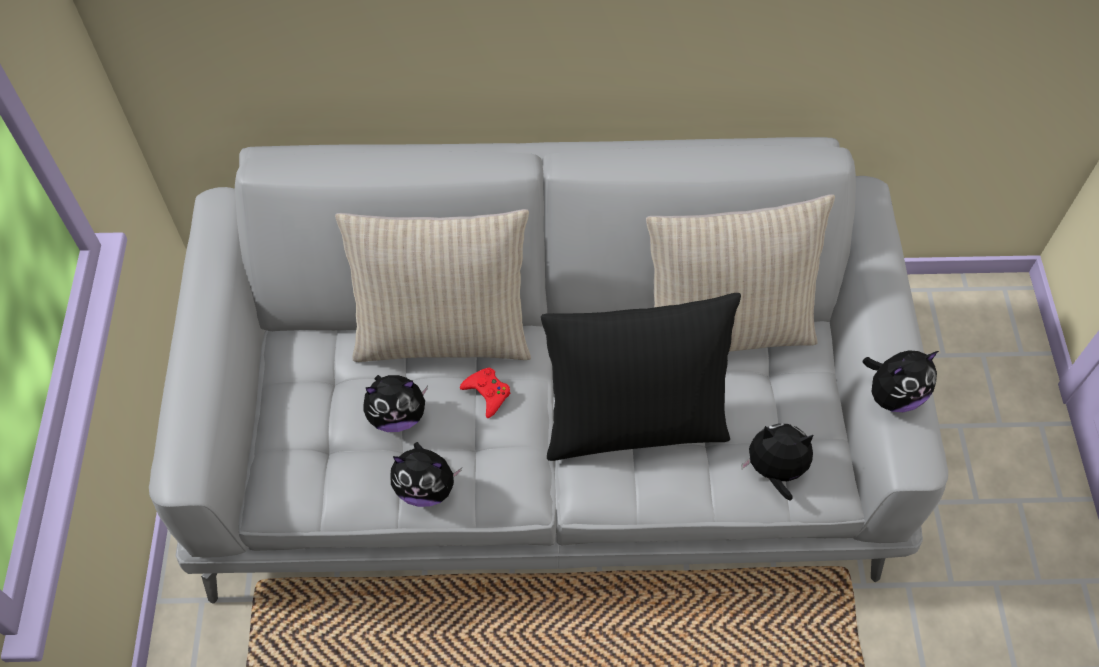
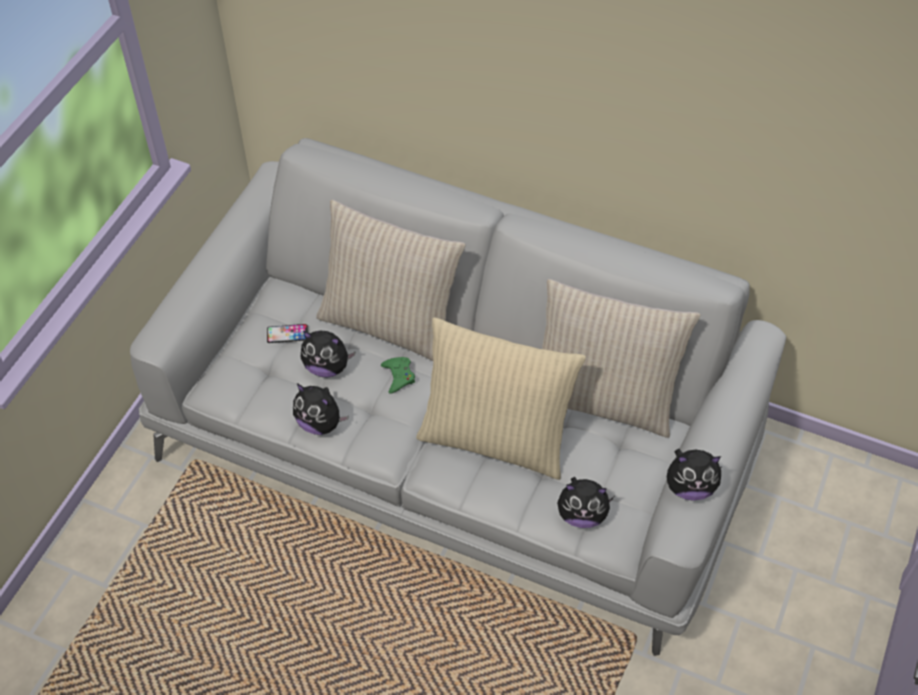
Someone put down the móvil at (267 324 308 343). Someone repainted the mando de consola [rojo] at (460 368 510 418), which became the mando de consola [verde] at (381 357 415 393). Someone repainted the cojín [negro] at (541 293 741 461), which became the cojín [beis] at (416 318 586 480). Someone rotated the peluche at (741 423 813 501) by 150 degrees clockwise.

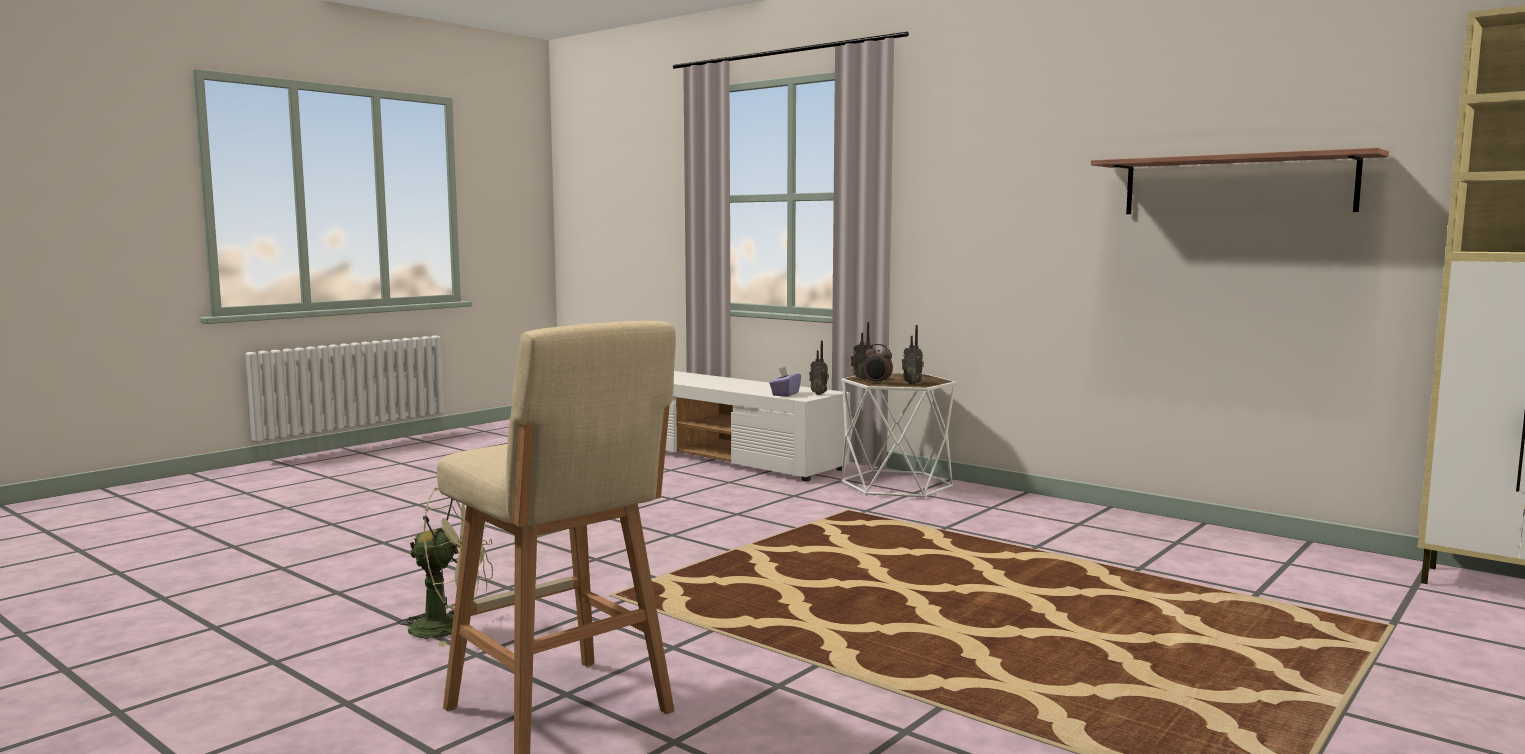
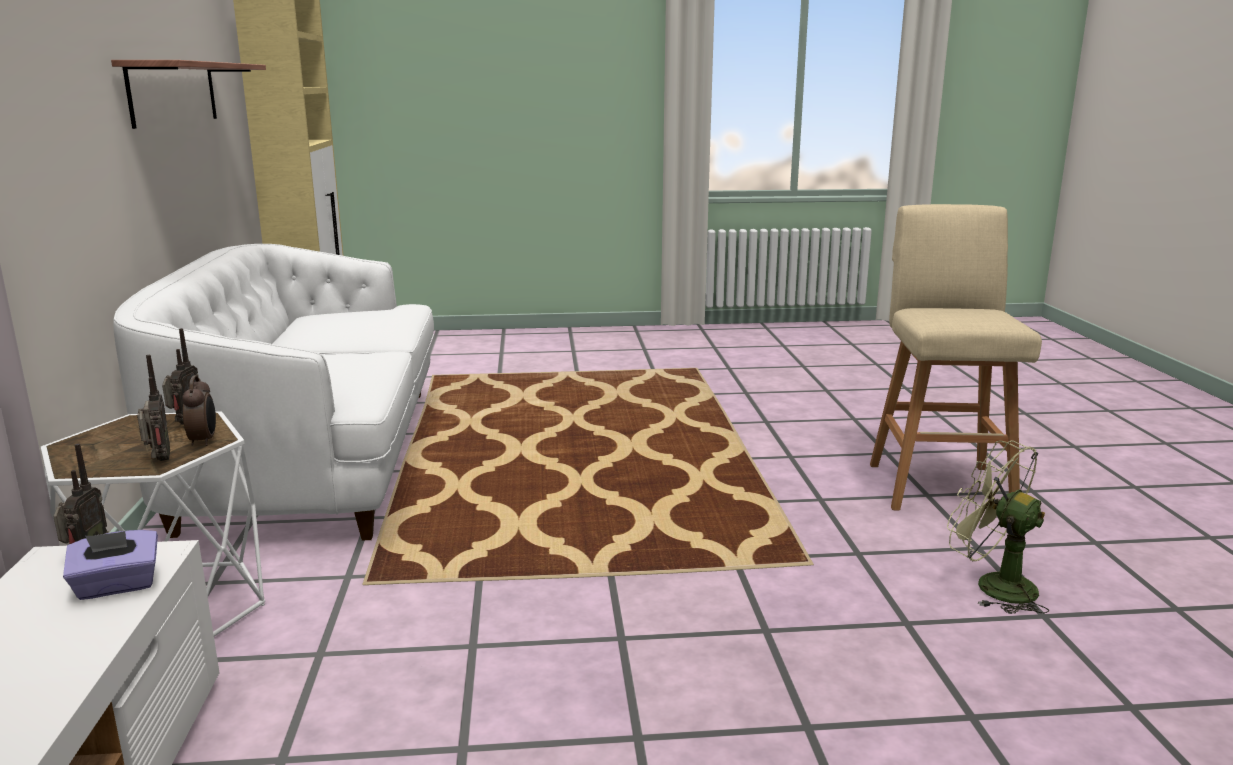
Someone put down the sofá [blanco] at (113 244 434 541).

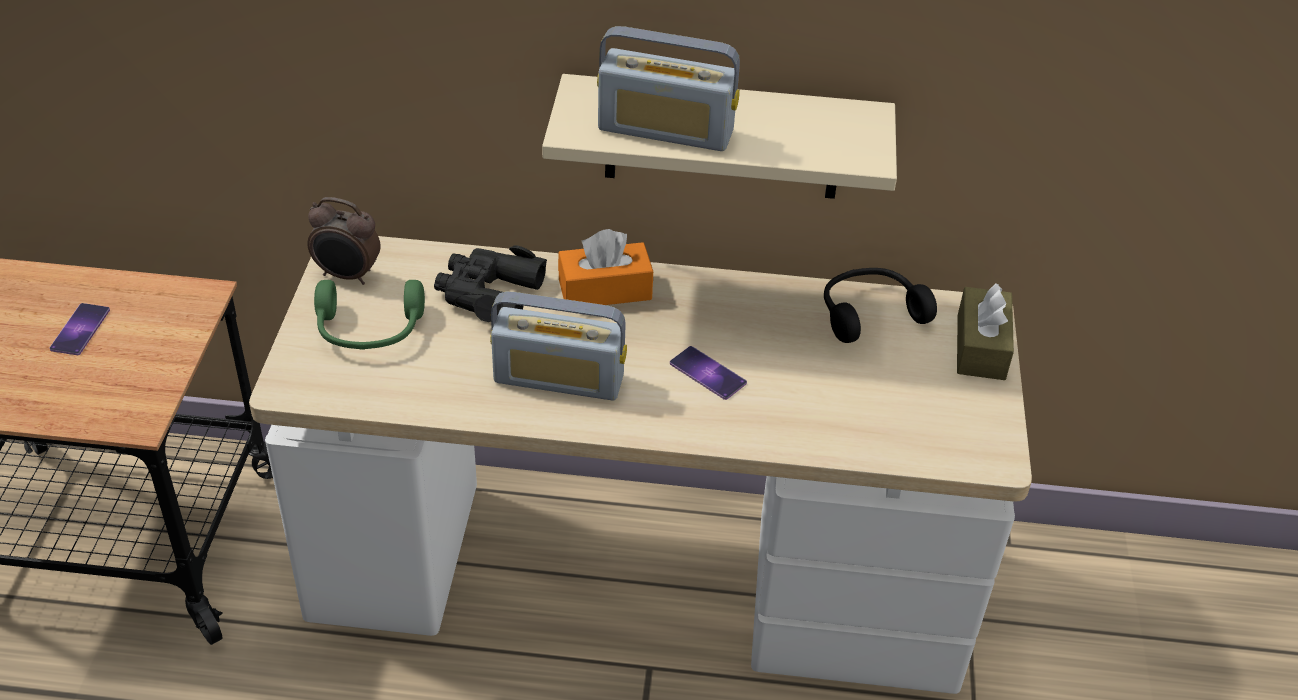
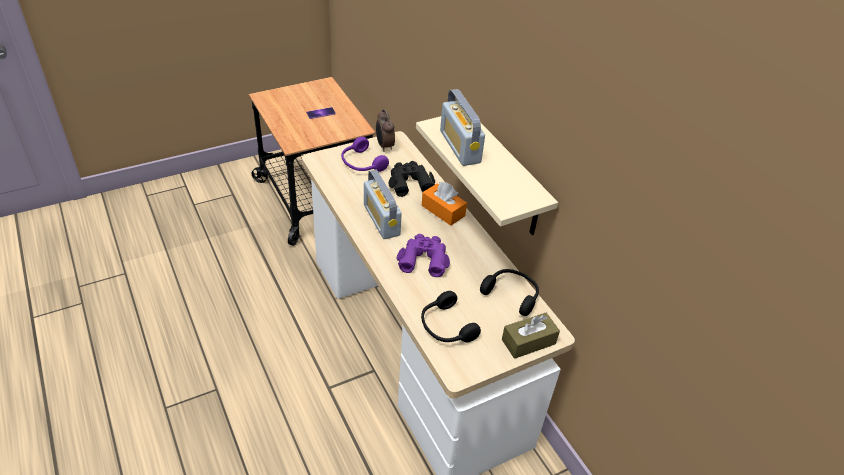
Someone repainted the auriculares [verde] at (314 280 425 350), which became the auriculares [morado] at (341 137 389 172). Someone swapped the móvil at (670 346 747 400) for the prismáticos [morado] at (397 234 450 277). Someone put down the auriculares [negro] at (421 291 481 342).

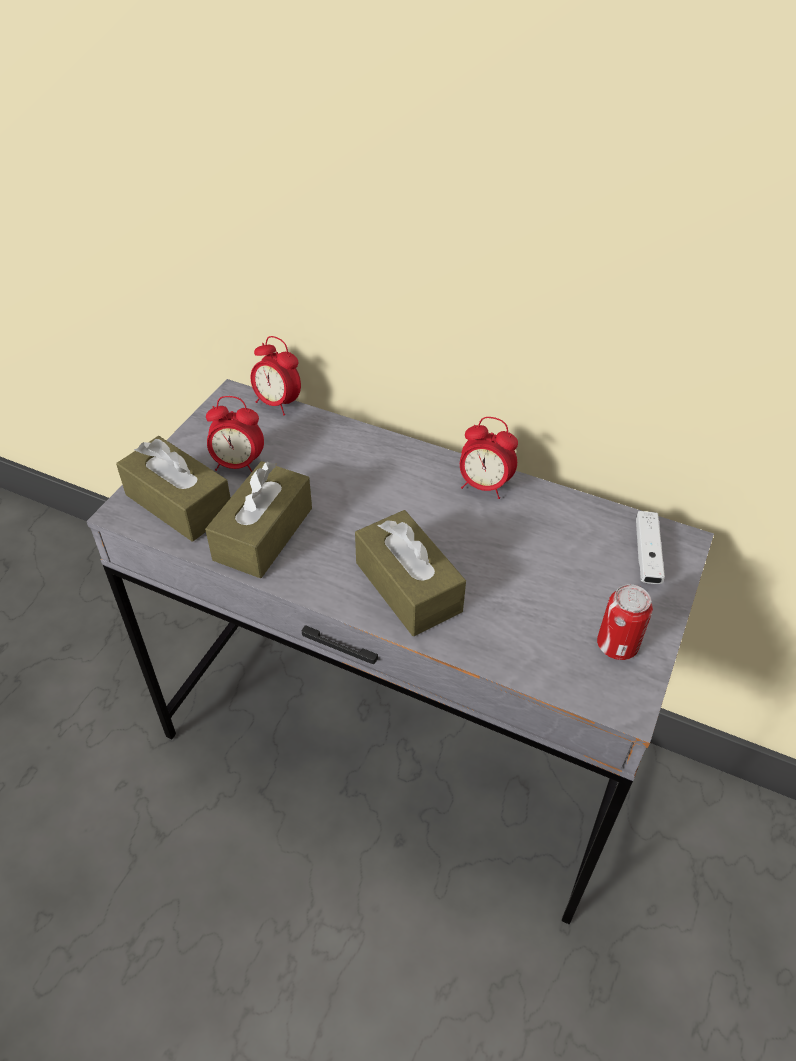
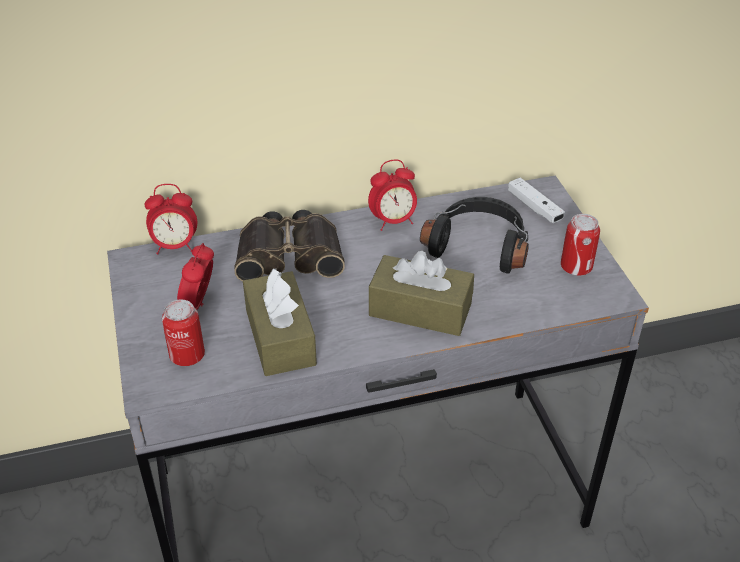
Someone swapped the caja de pañuelos [marrón] at (116 436 231 542) for the lata at (162 299 205 366). Someone rotated the despertador at (206 396 264 472) by 135 degrees clockwise. Someone put down the prismáticos at (234 210 345 282). Someone put down the auriculares [negro] at (420 197 529 274).

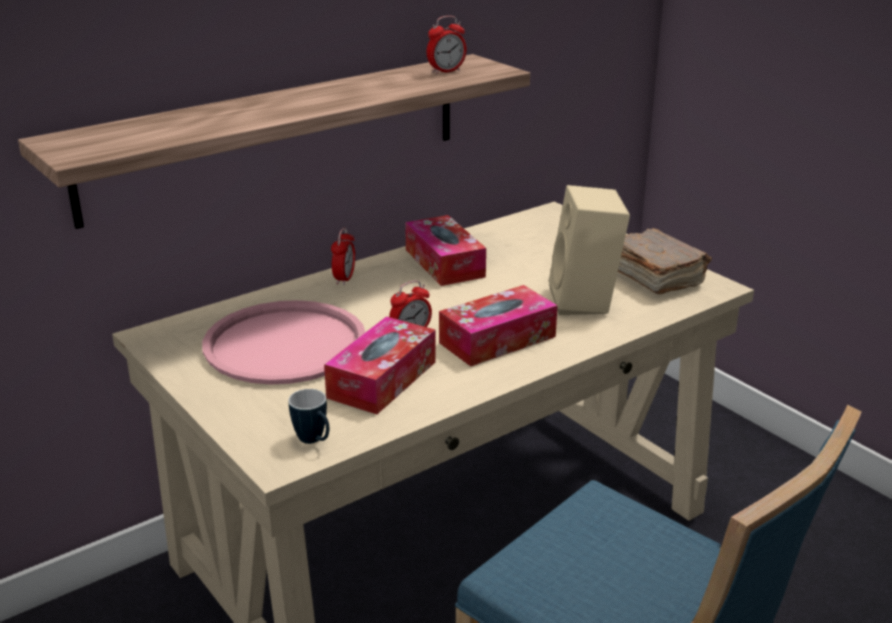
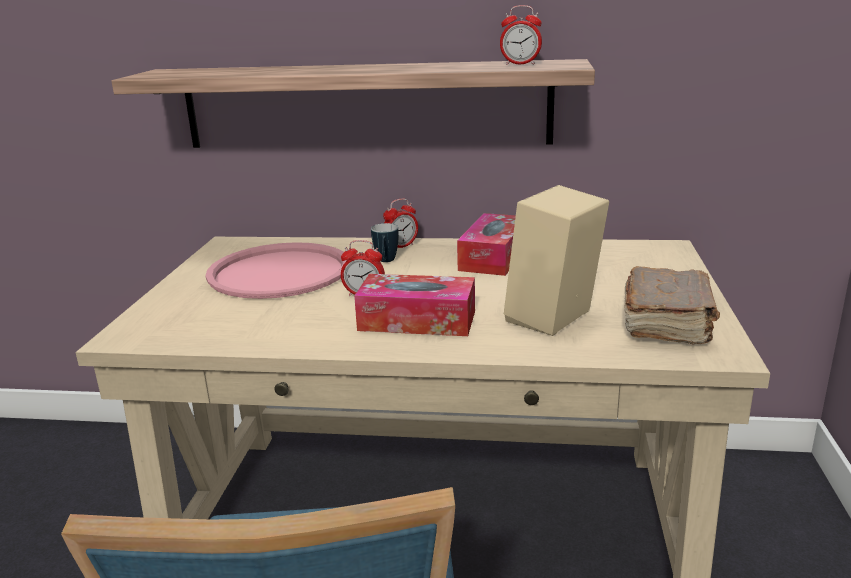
Someone carried the taza grande from (289 389 329 444) to (371 223 399 262). Someone took away the caja de pañuelos at (324 316 436 414).

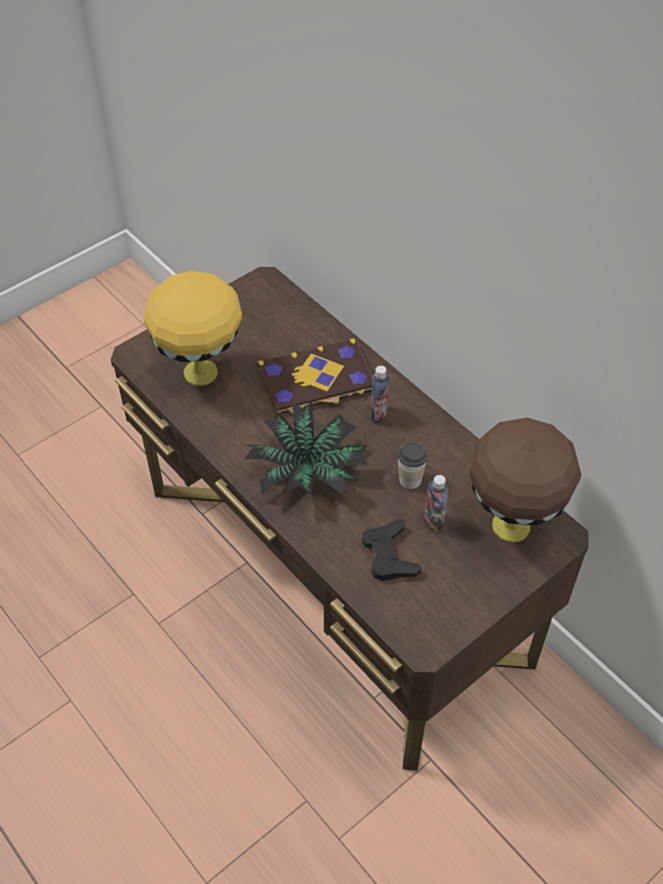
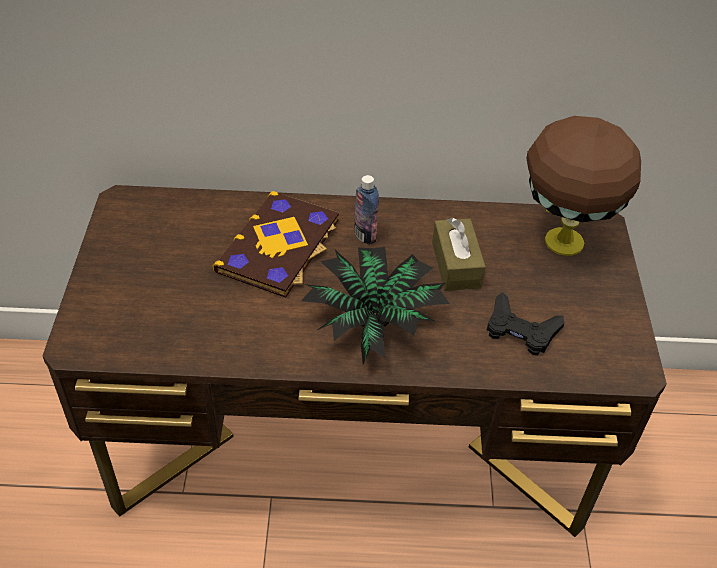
Someone swapped the taza at (398 442 428 489) for the caja de pañuelos [marrón] at (432 218 486 291). Someone took away the lámpara de mesa [amarillo] at (144 271 242 386). Someone took away the botella at (424 475 448 532).

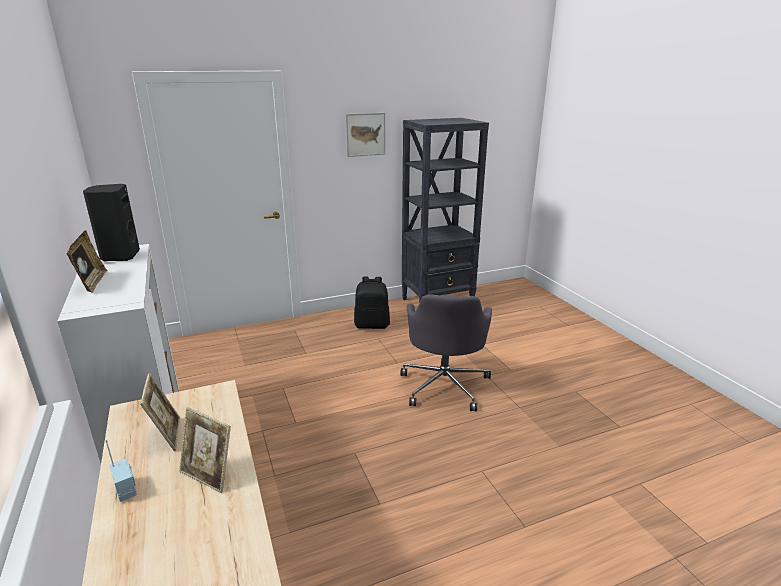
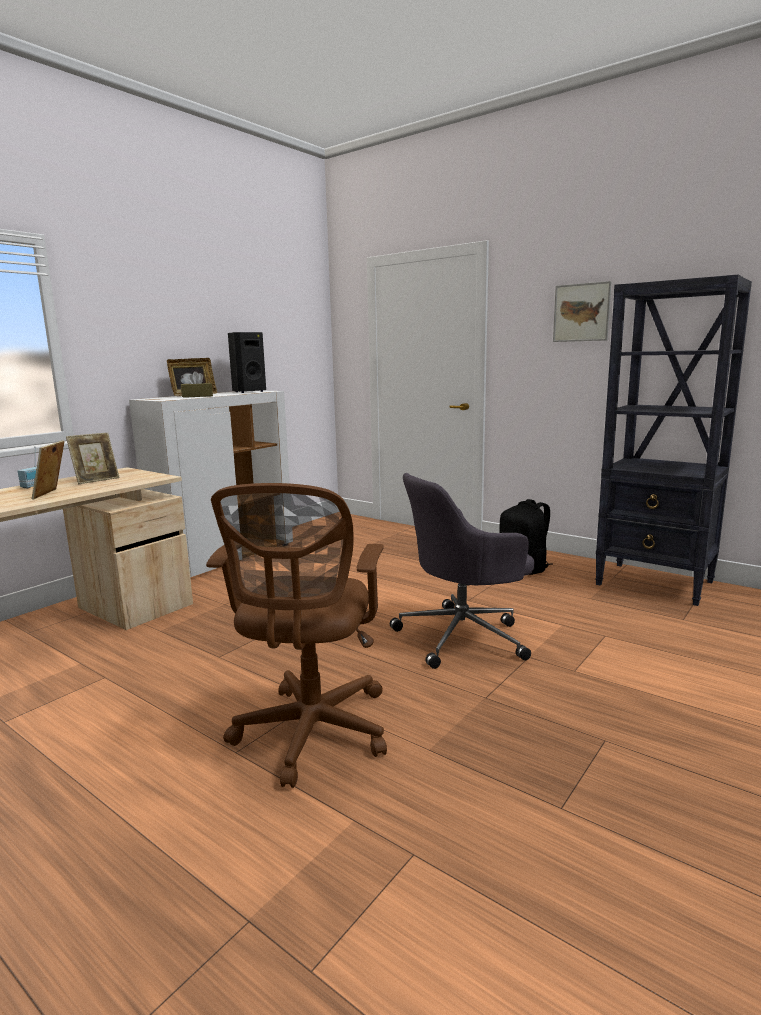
Someone put down the caja de pañuelos [marrón] at (181 371 213 398). Someone put down the silla de oficina [marrón] at (206 483 387 788).

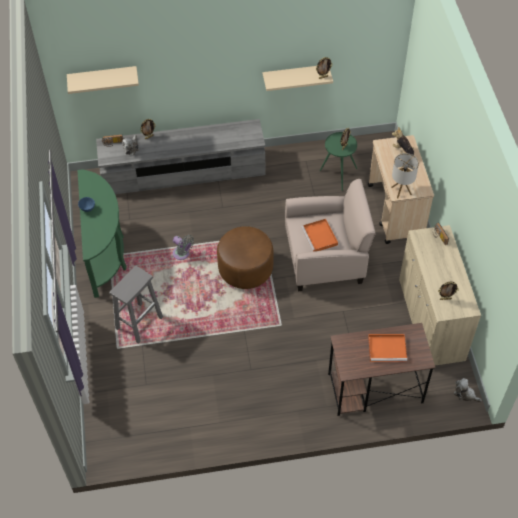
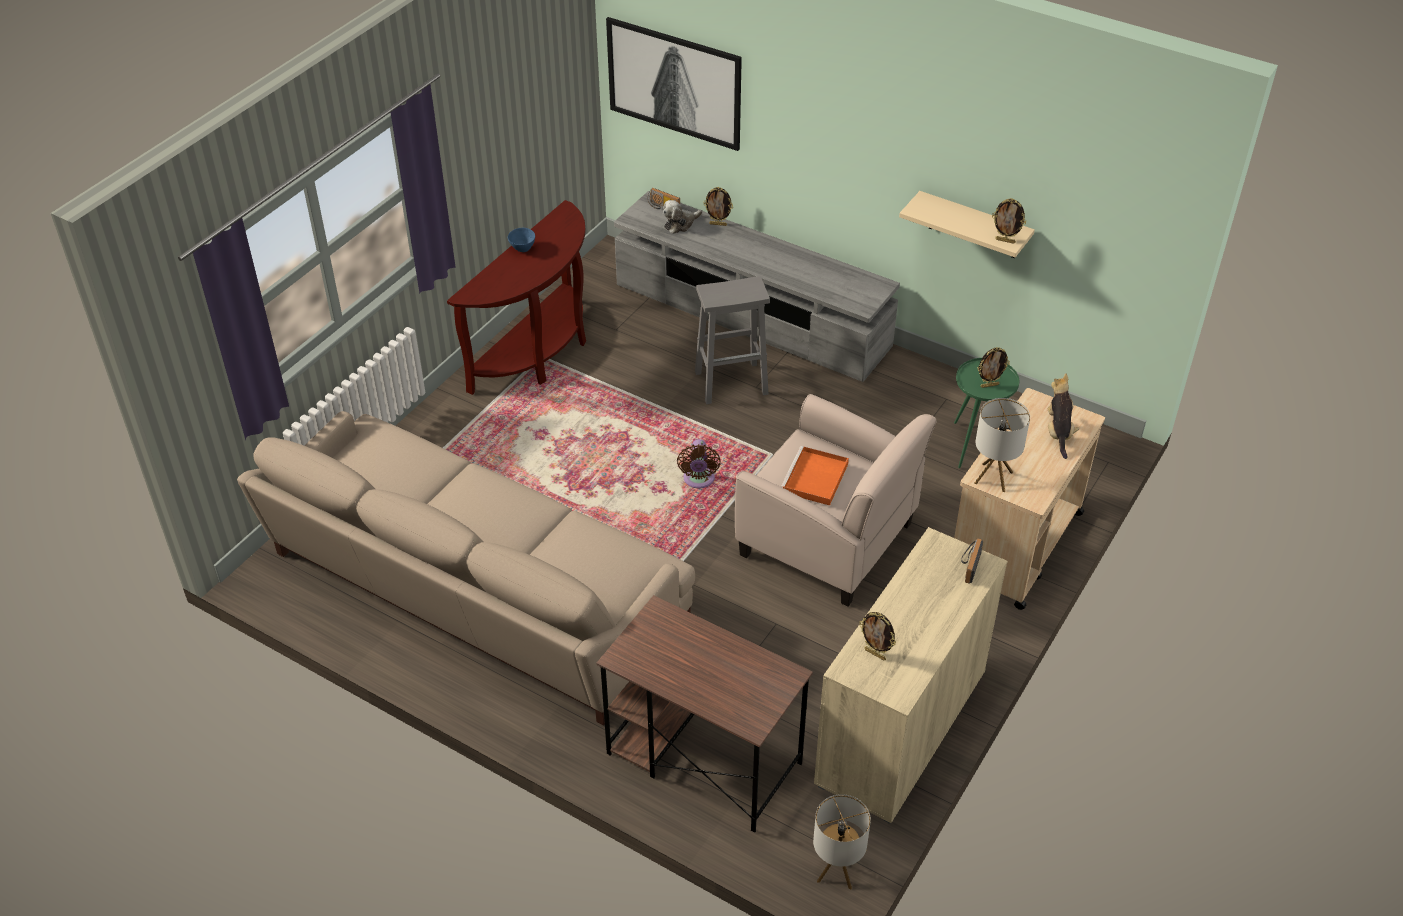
Someone put down the sofá [beis] at (237 411 695 725). Someone repainted the mesa consola [verde] at (77 169 126 298), which became the mesa consola [marrón] at (447 200 586 395). Someone swapped the estante [beis] at (67 66 139 94) for the cuadro at (606 17 742 151). Someone swapped the puf [marrón] at (217 226 273 289) for the ventilador [marrón] at (677 439 721 488). Someone carried the taburete [gris] from (109 265 163 344) to (695 276 770 404). Someone swapped the peluche at (454 378 482 402) for the lámpara de mesa at (813 794 871 889). Someone took away the ventilador [gris] at (173 235 194 260). Someone took away the bandeja [naranja] at (368 334 407 362).

